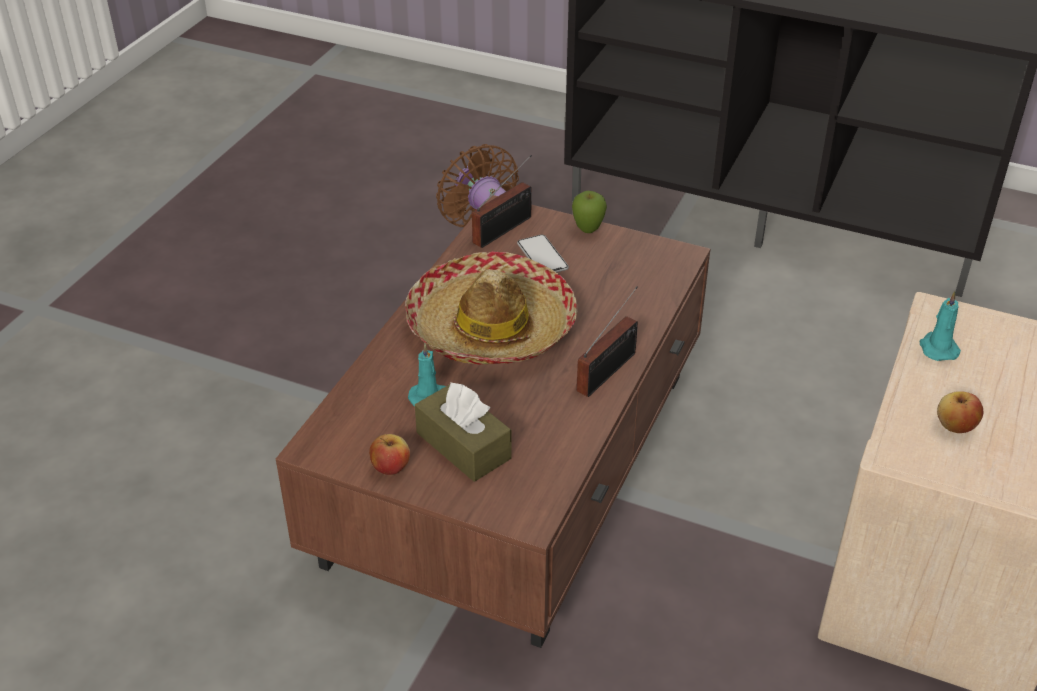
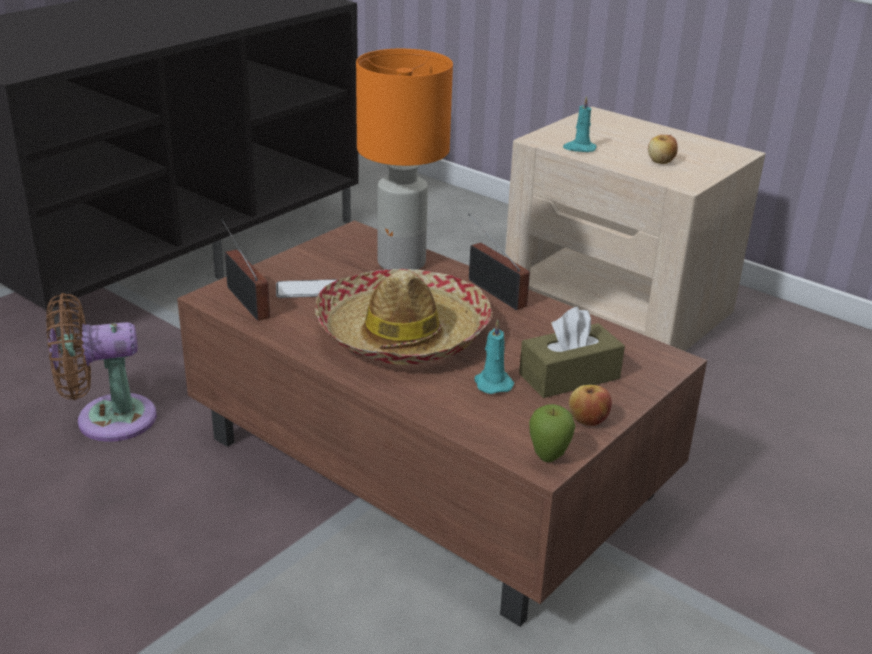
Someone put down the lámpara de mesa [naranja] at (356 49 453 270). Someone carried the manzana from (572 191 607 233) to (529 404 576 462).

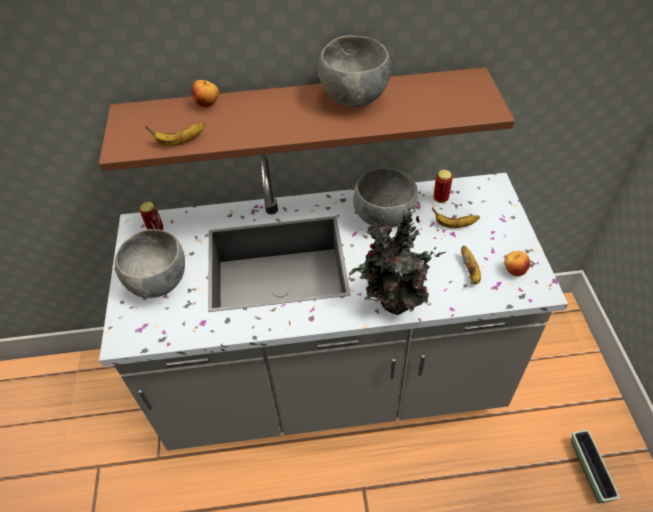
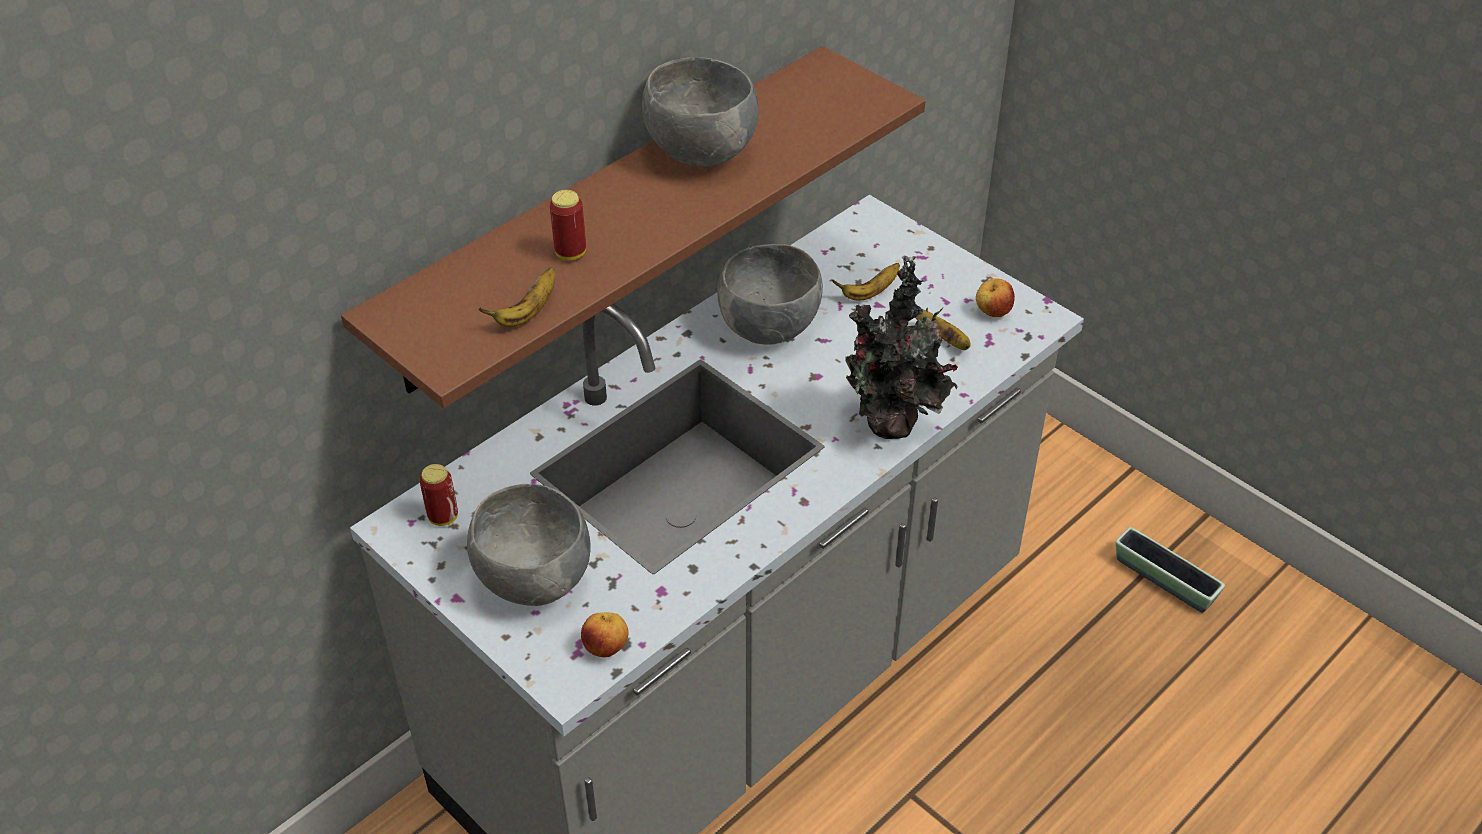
Someone carried the lata from (433 170 453 203) to (550 190 586 260). Someone carried the manzana from (191 80 219 107) to (581 612 628 657).

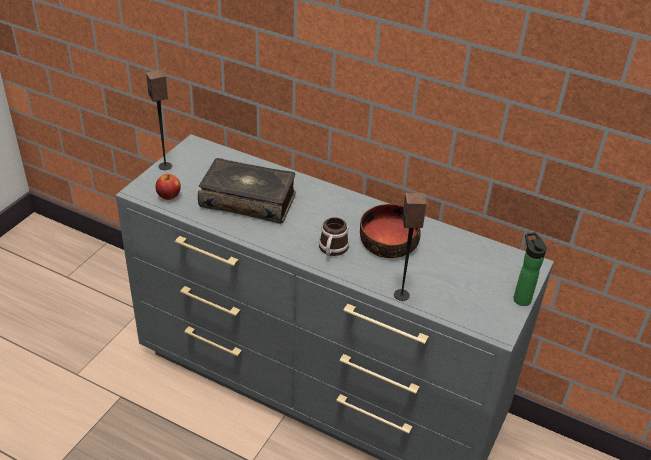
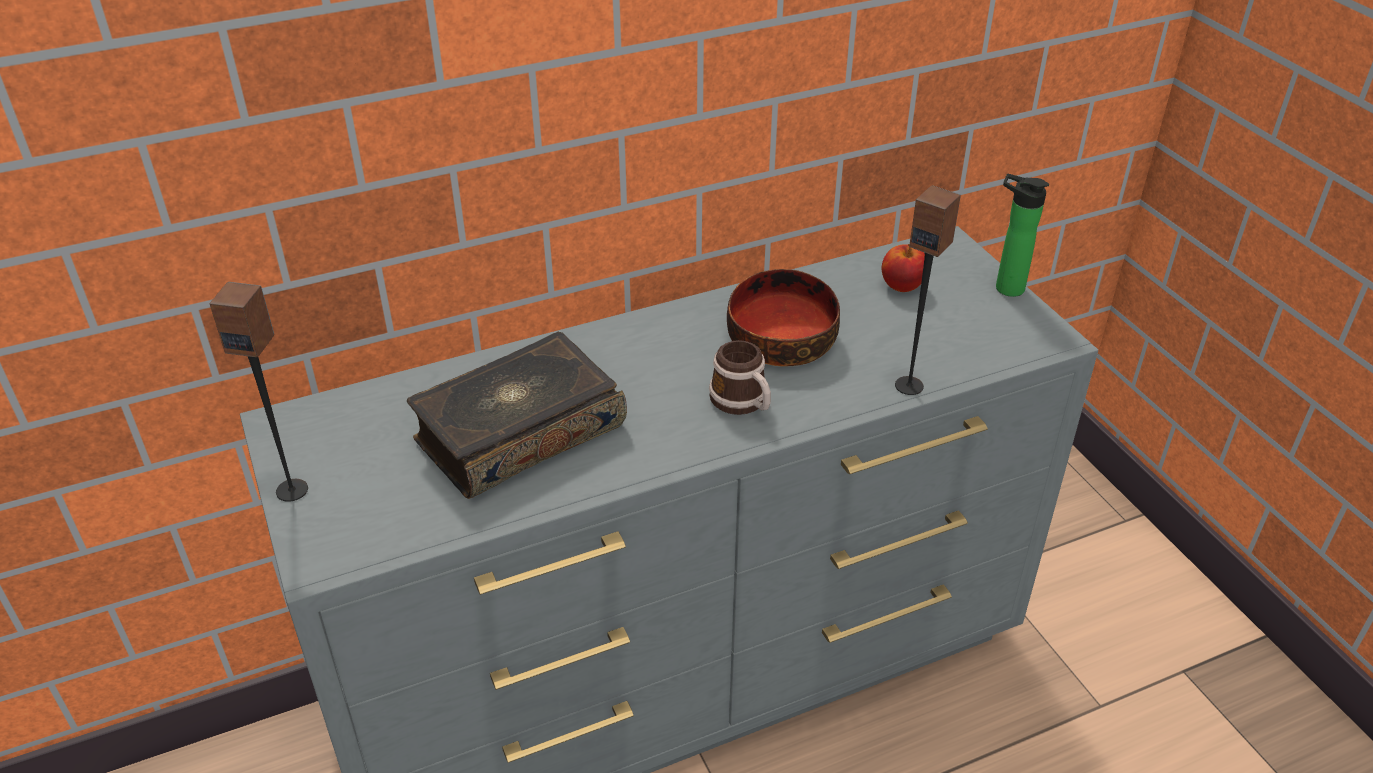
Someone carried the manzana from (156 174 181 200) to (882 244 925 292).

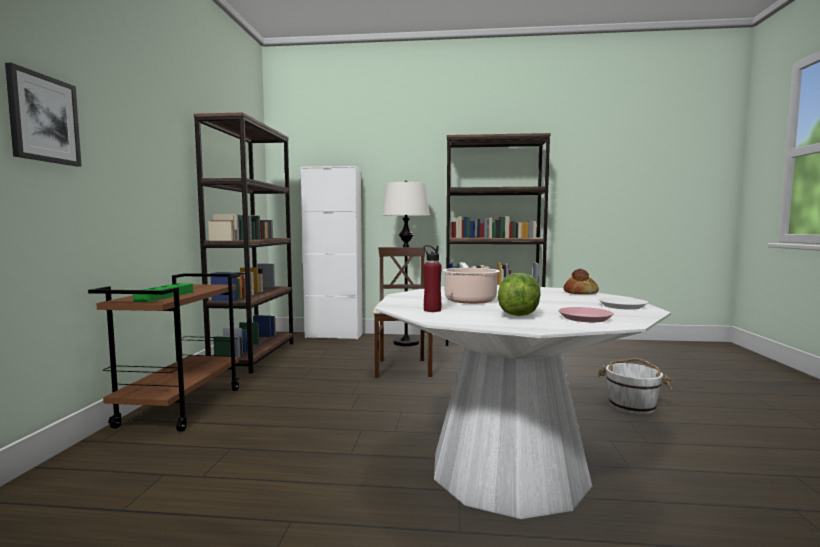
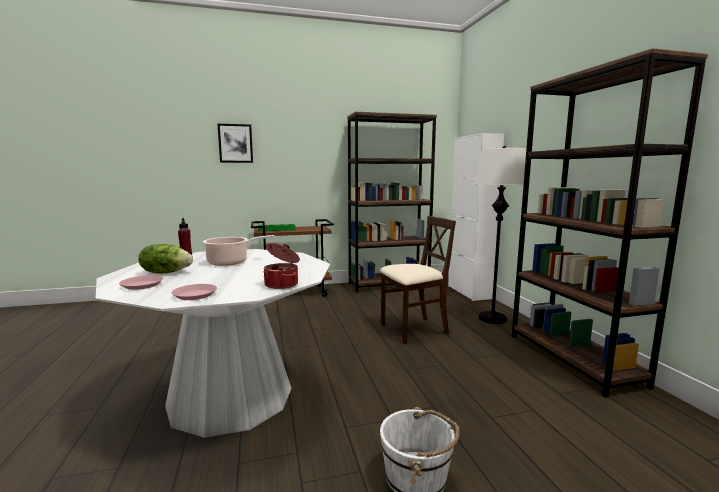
Someone repainted the plato [blanco] at (598 297 648 310), which became the plato [rosa] at (171 284 217 300). Someone swapped the pan at (563 269 599 294) for the olla at (264 243 300 289).

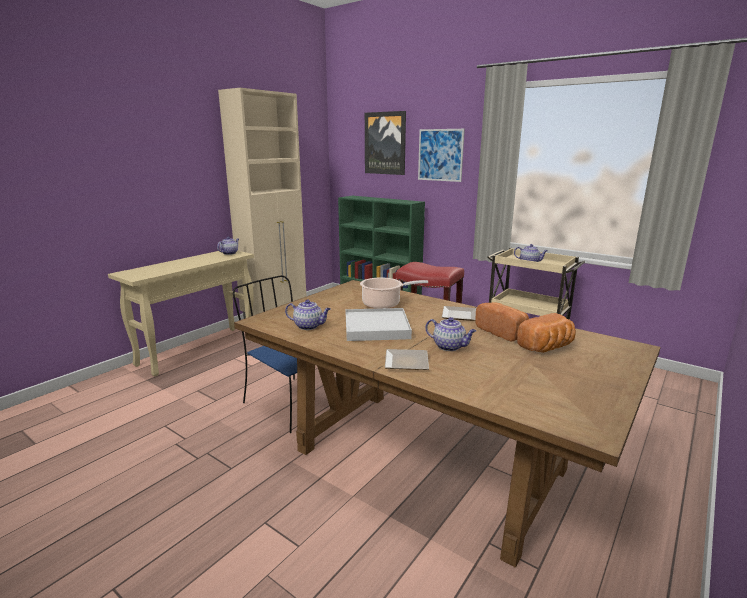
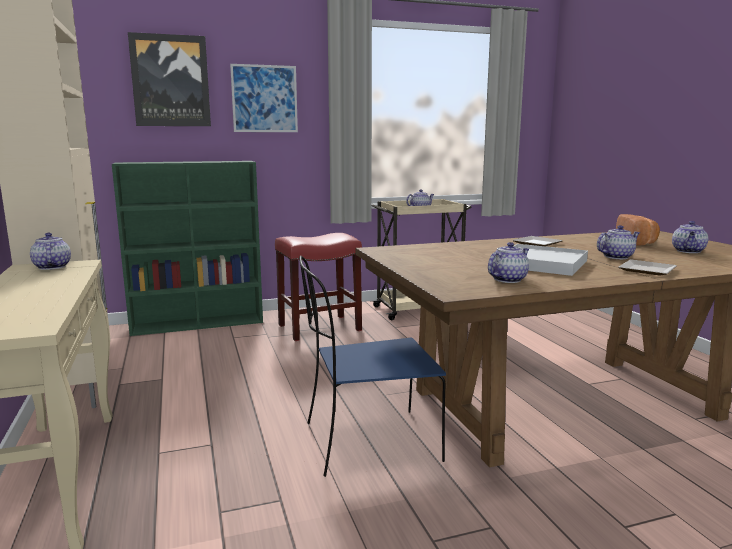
Someone put down the tetera at (672 221 708 253). Someone took away the olla at (360 277 428 309). Someone took away the pan at (475 302 529 342).

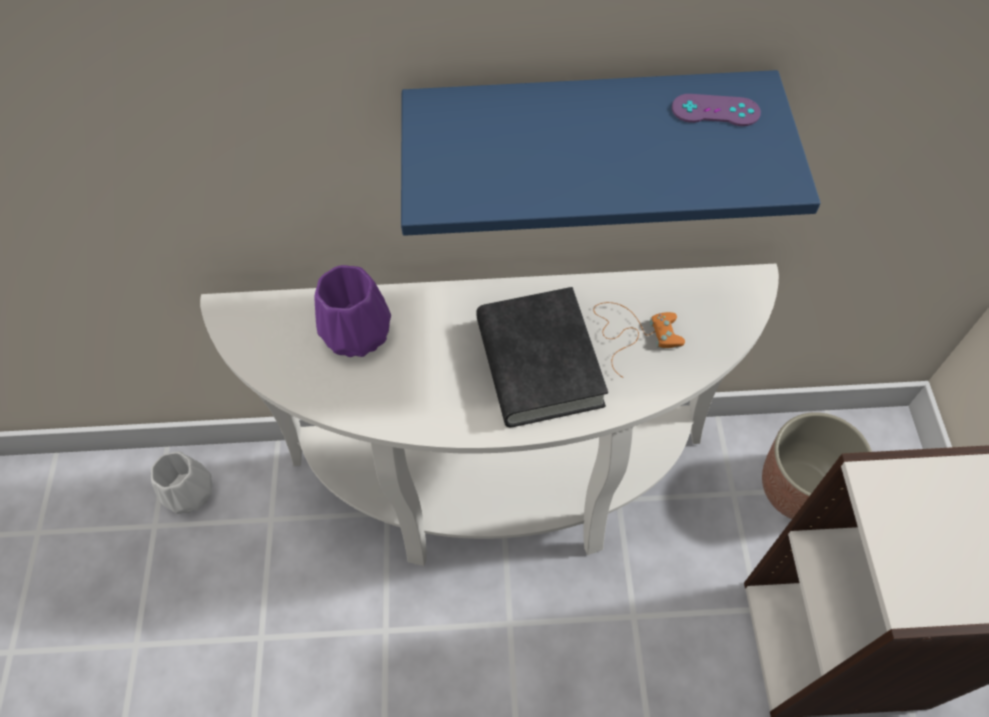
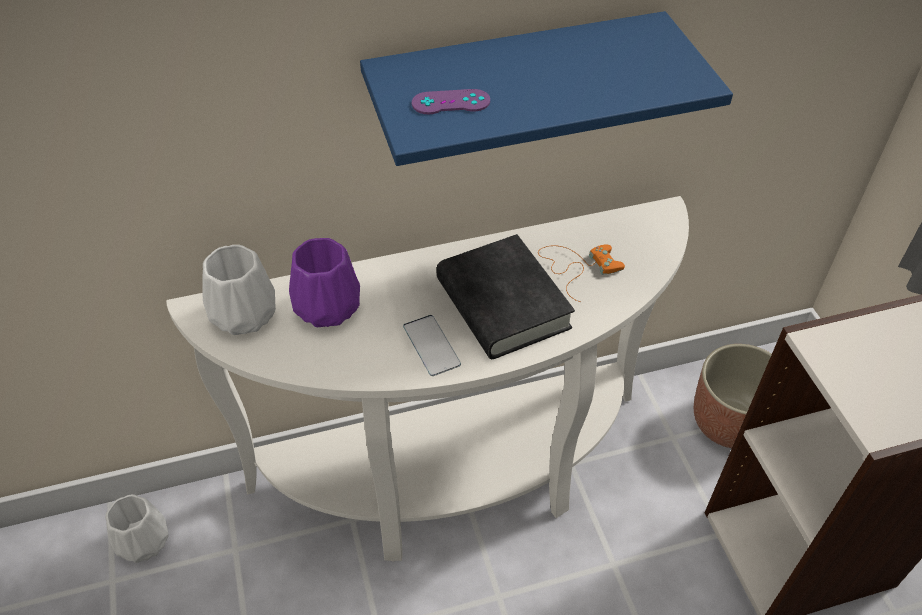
Someone put down the florero [blanco] at (202 245 276 335). Someone put down the móvil at (403 315 461 376). Someone carried the mando de consola [morado] from (672 94 761 126) to (412 89 490 114).

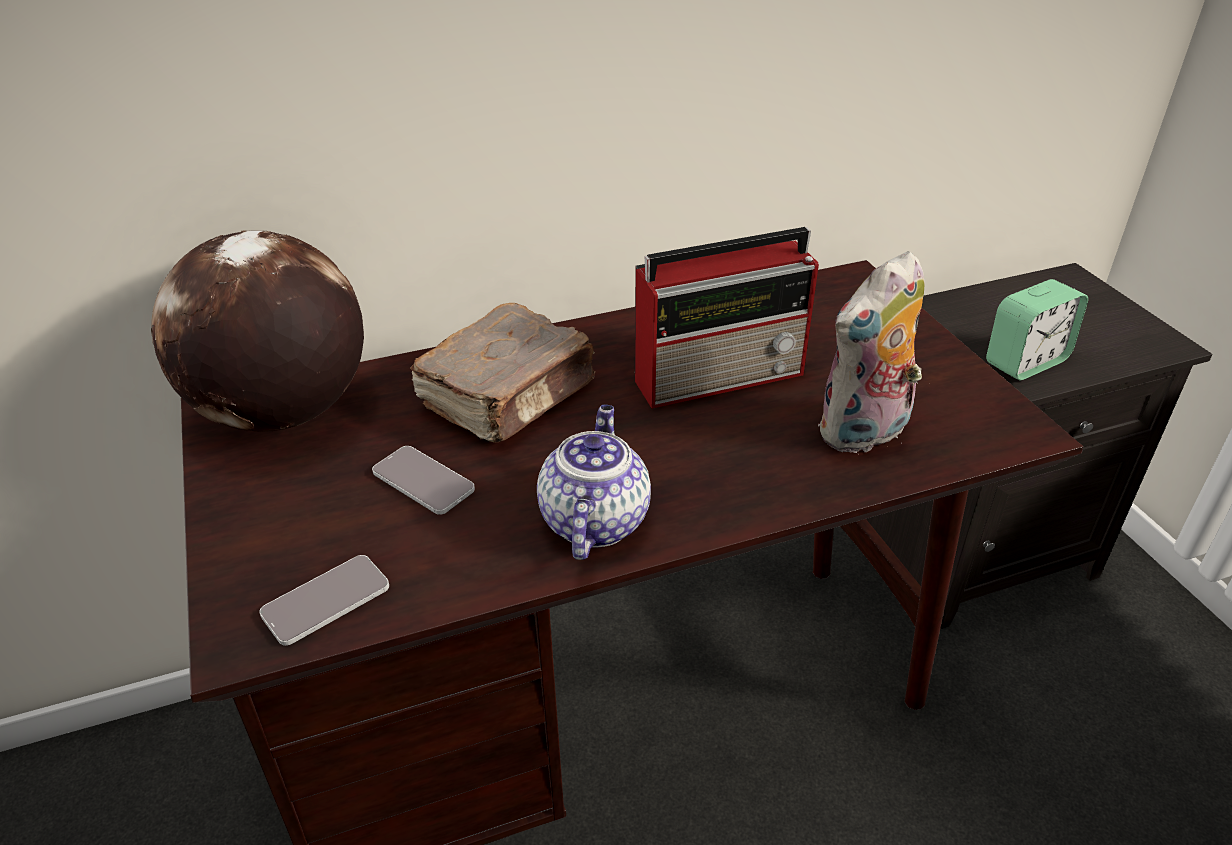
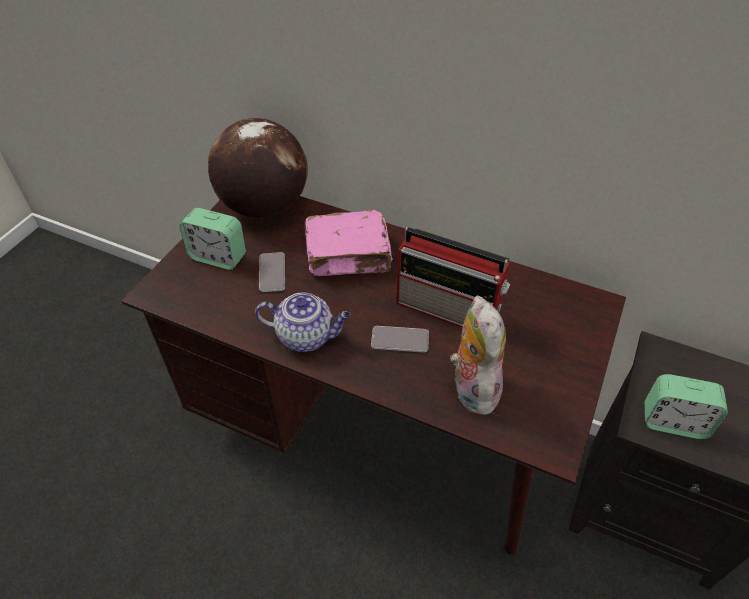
Someone put down the despertador at (179 208 246 270). Someone rotated the tetera at (537 405 651 560) by 45 degrees clockwise. Someone repainted the libro [marrón] at (410 303 596 443), which became the libro [rosa] at (305 210 393 276). Someone carried the móvil from (259 555 389 646) to (371 326 429 353). Someone rotated the peluche at (818 251 925 455) by 75 degrees clockwise.

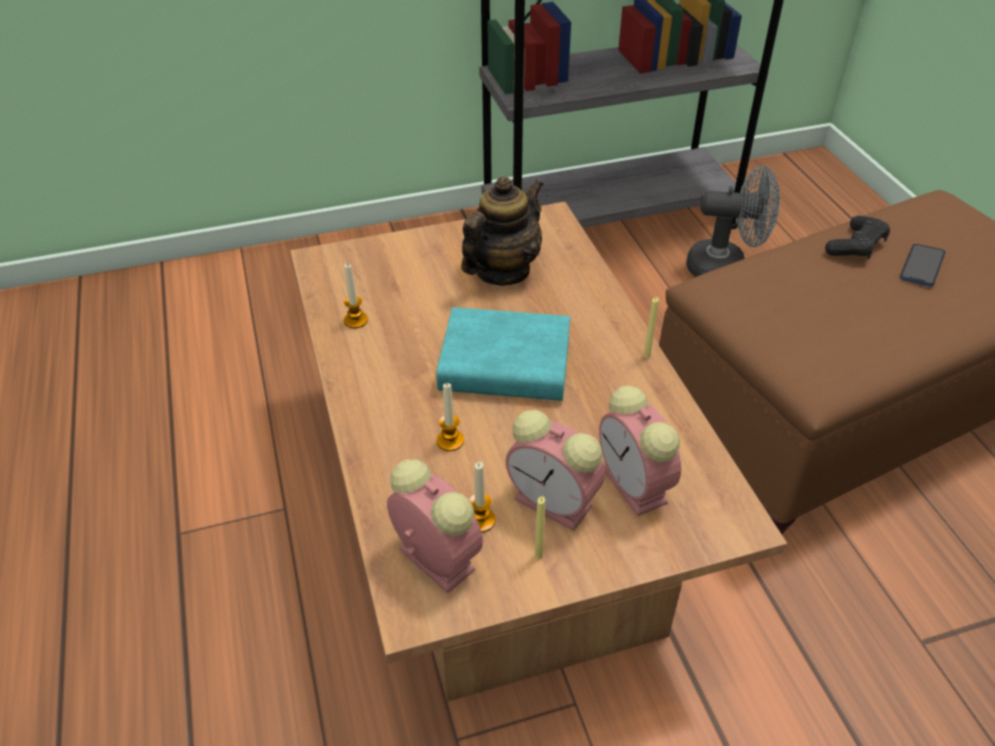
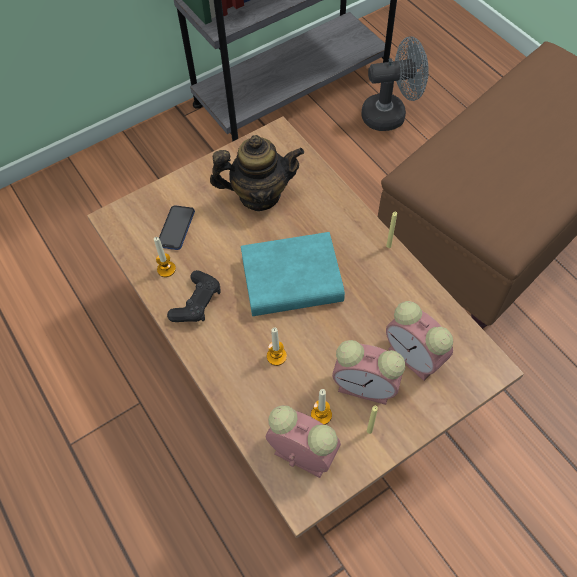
Someone carried the móvil from (900 244 946 287) to (159 205 195 250). Someone carried the mando de consola [negro] from (825 215 890 259) to (167 270 220 322). Someone rotated the tetera at (461 176 544 286) by 60 degrees clockwise.

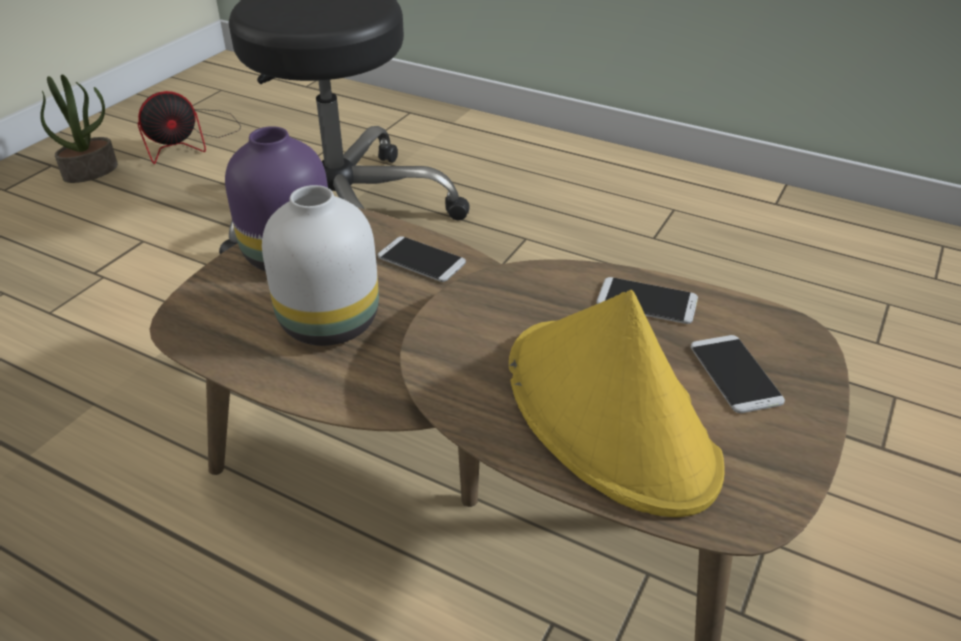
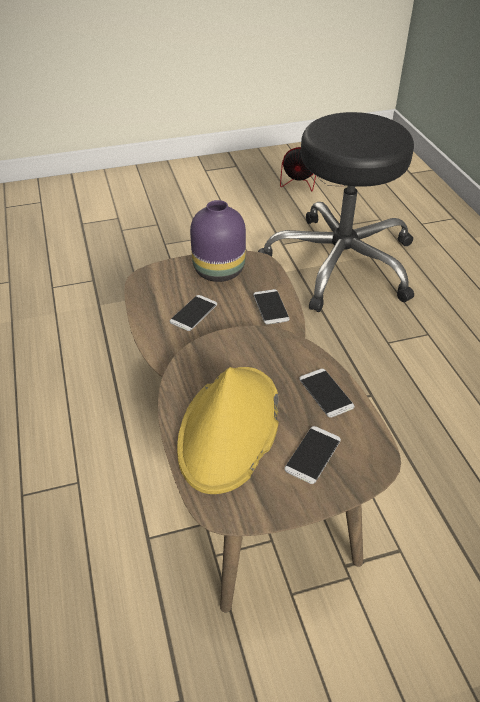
Someone swapped the florero [blanco] at (262 185 379 346) for the móvil at (170 295 217 331). Someone took away the planta en maceta at (40 74 118 183).

